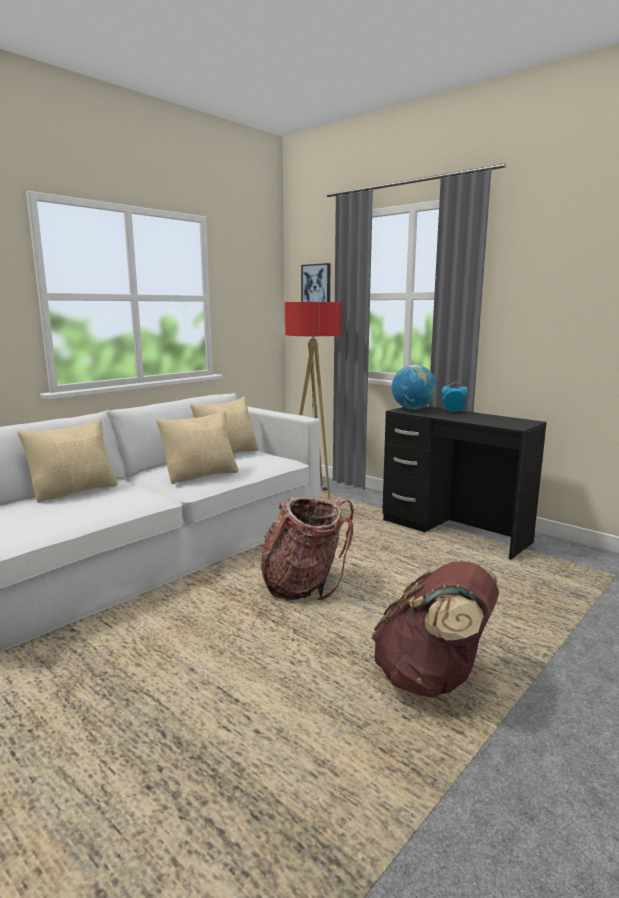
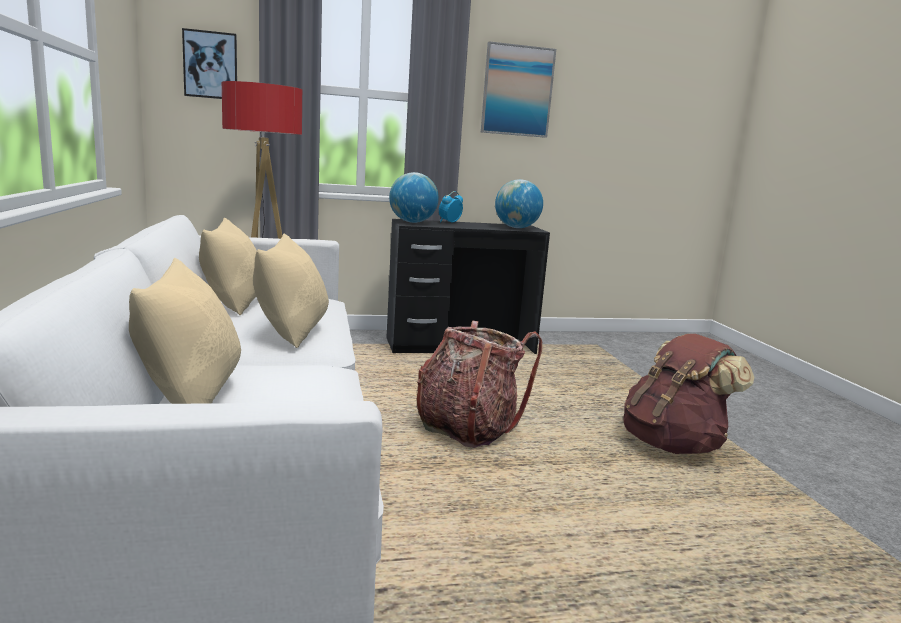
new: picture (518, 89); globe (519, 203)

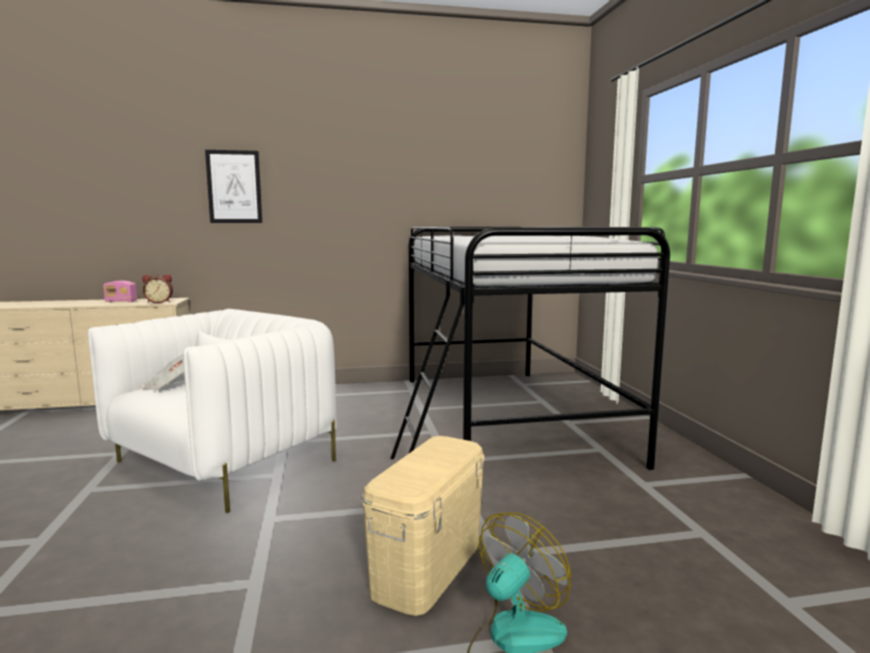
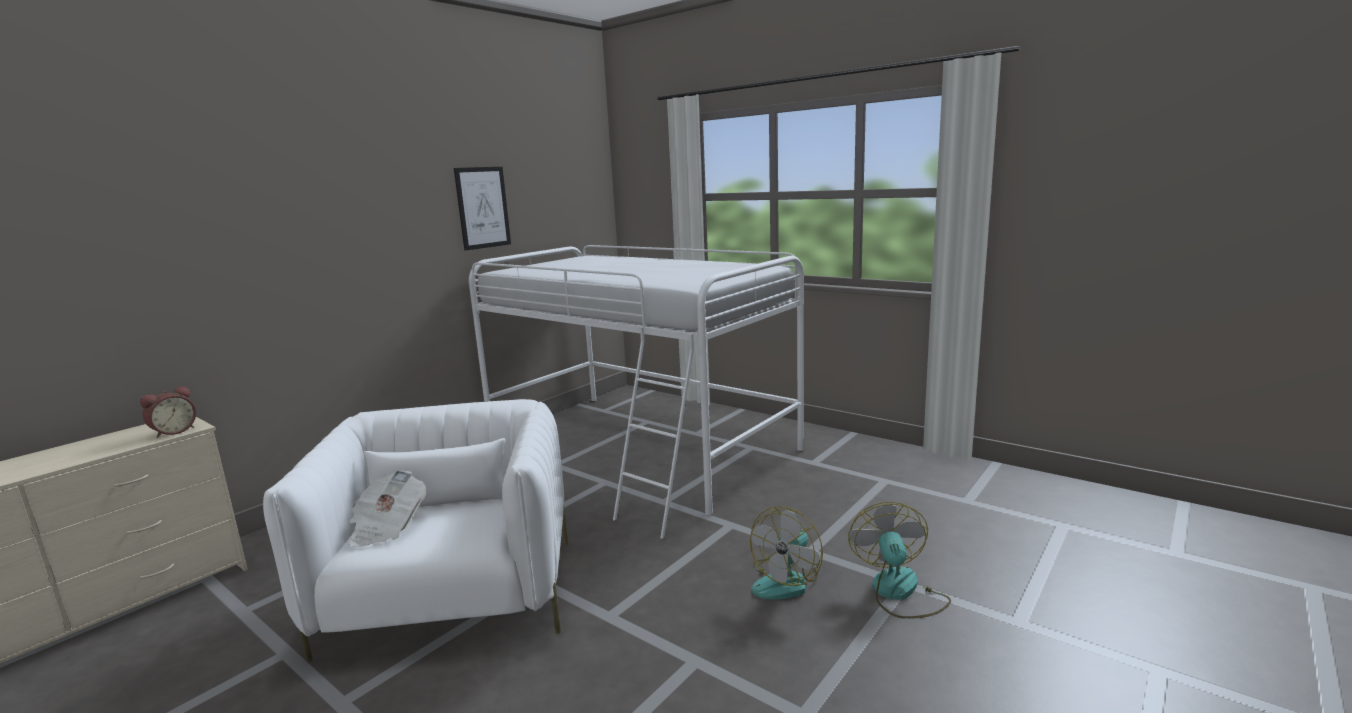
gone: radio (120, 291)
shifted: picture (233, 186) to (482, 209)
swapped: beige storage box (423, 526) to fan (786, 552)
repainted: black bed (530, 348) to white bed (636, 392)

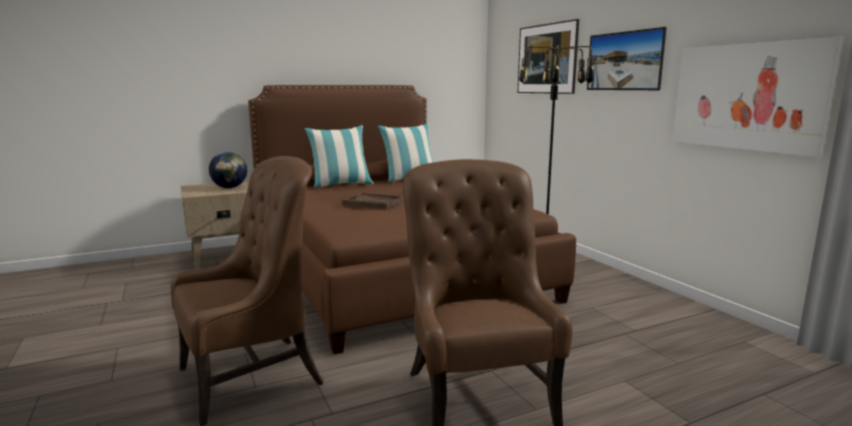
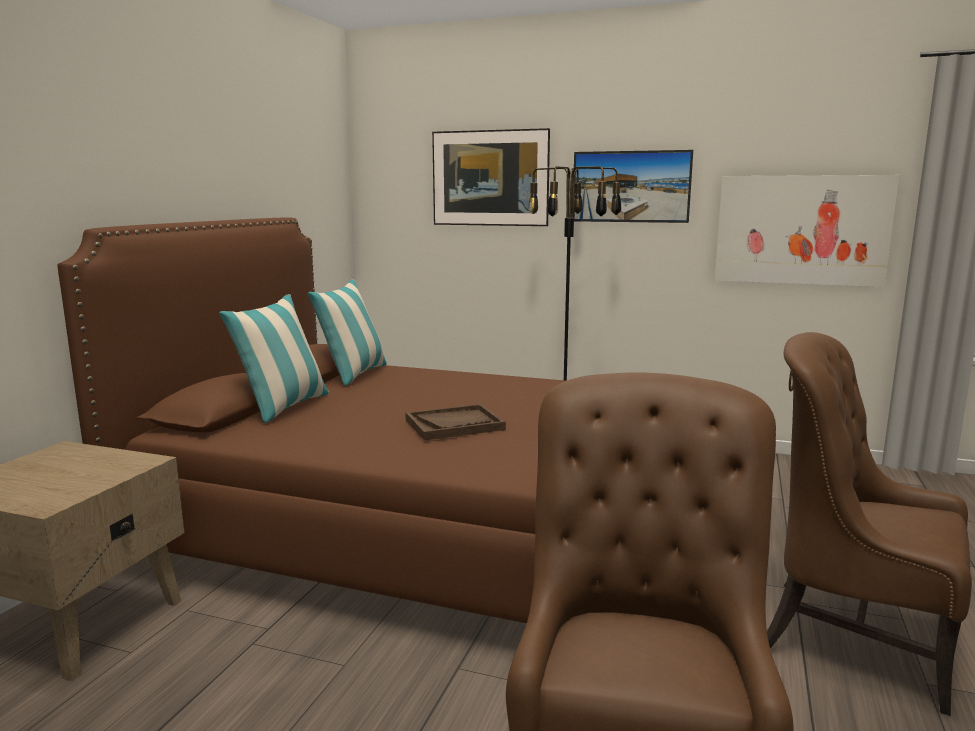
gone: globe (228, 170)

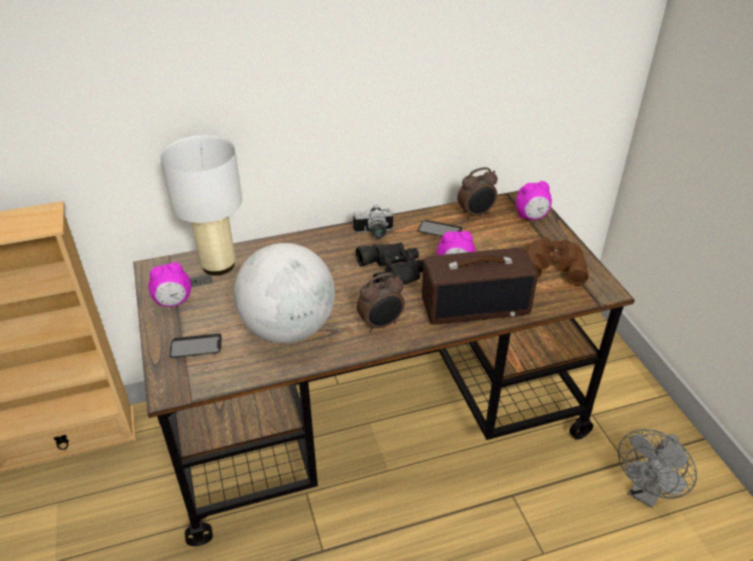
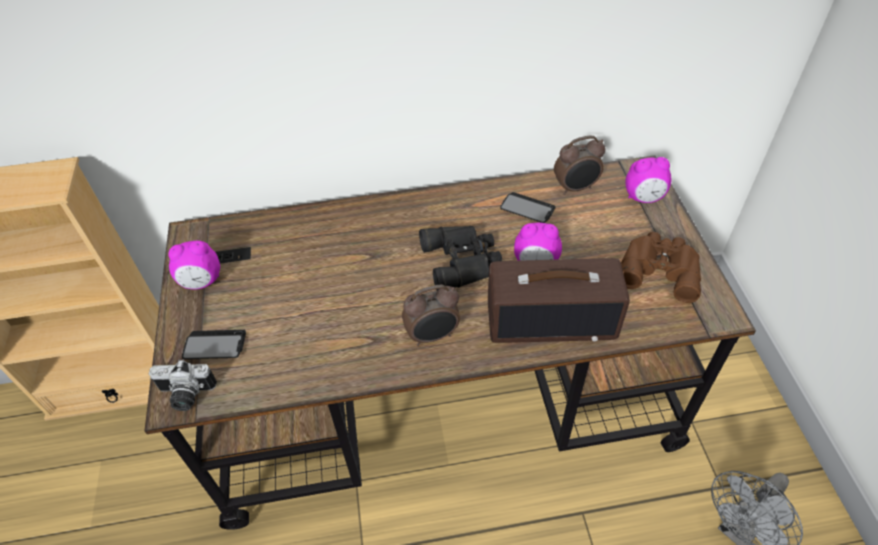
gone: white table lamp (201, 205); globe (284, 293)
shifted: photo camera (373, 222) to (183, 385)

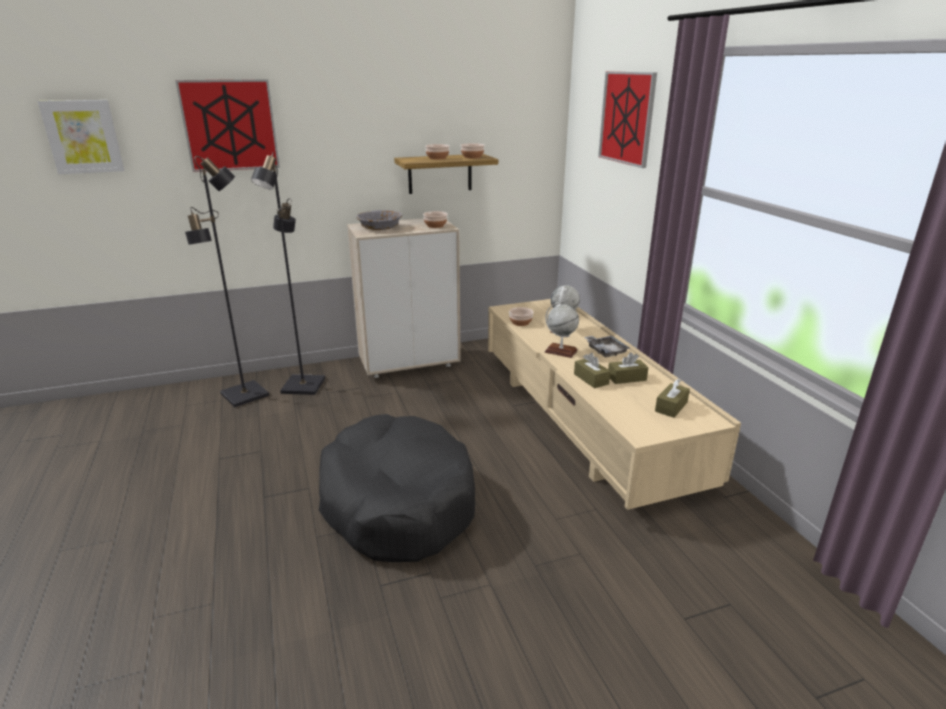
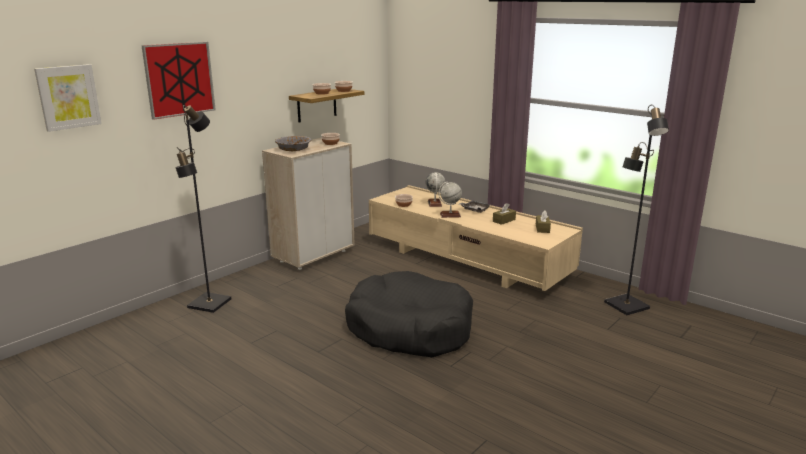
gone: brown tissue box (592, 370); picture (627, 120)
shifted: black floor lamp (288, 273) to (636, 210)

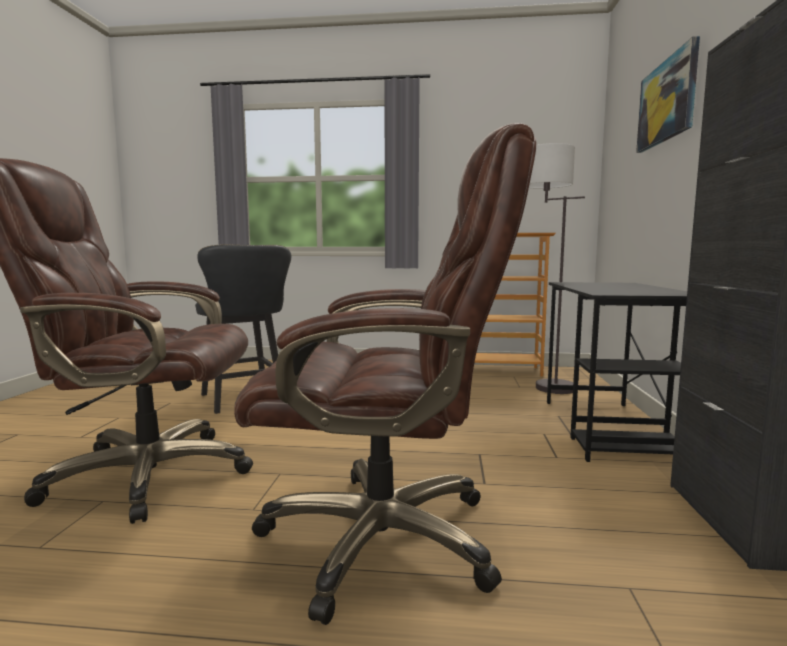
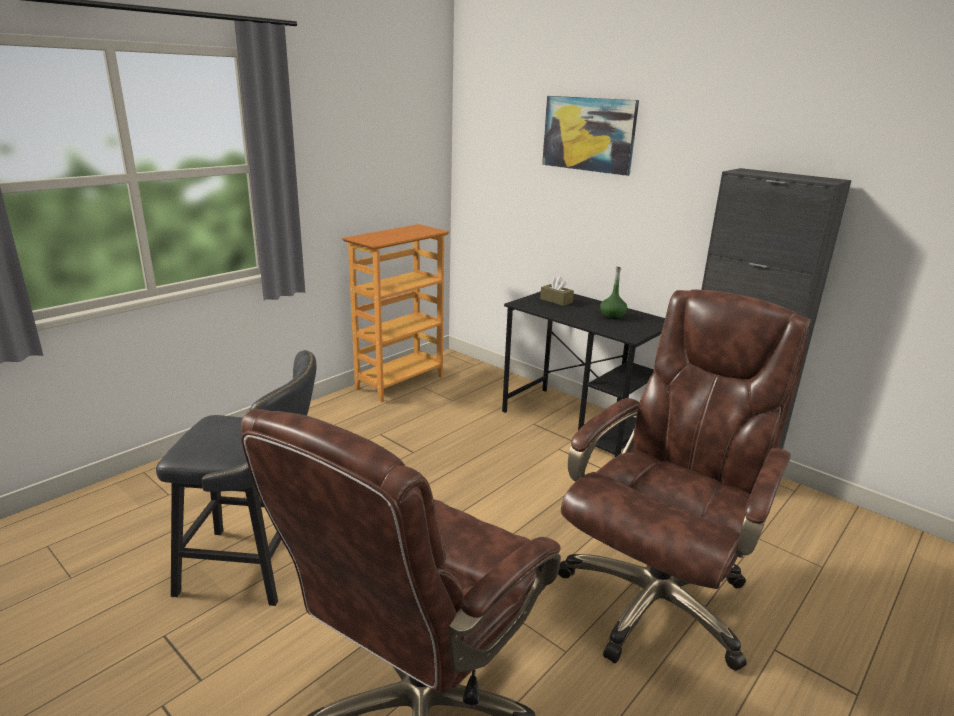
gone: white floor lamp (557, 268)
new: brown tissue box (557, 291); green bottle (613, 292)

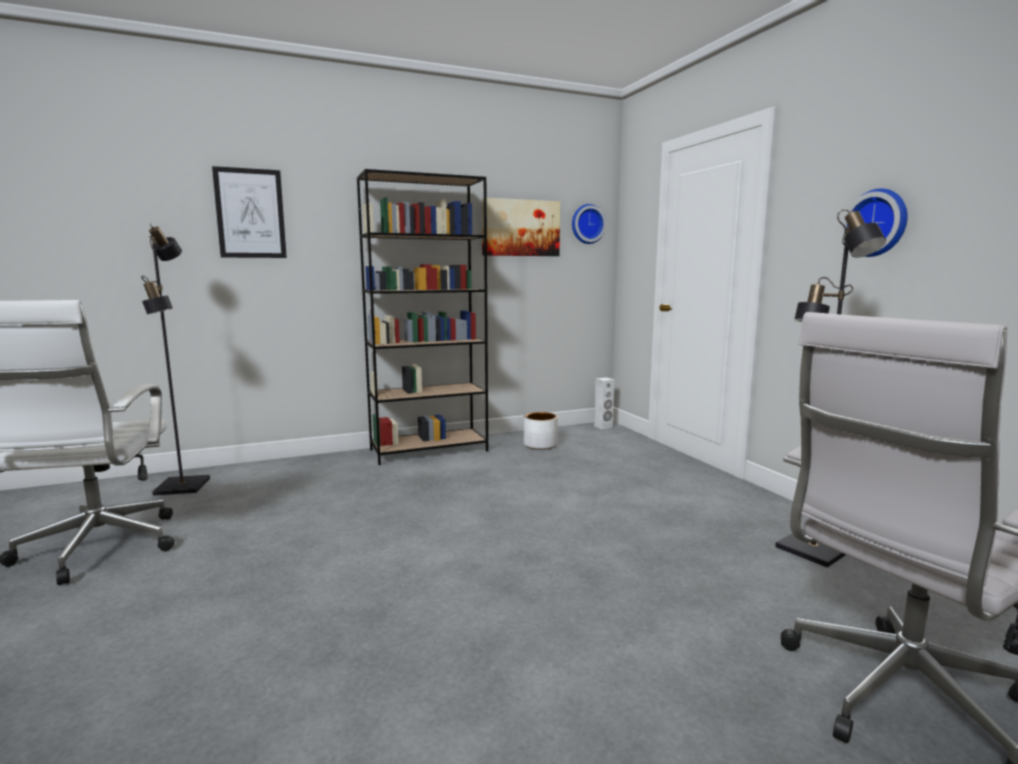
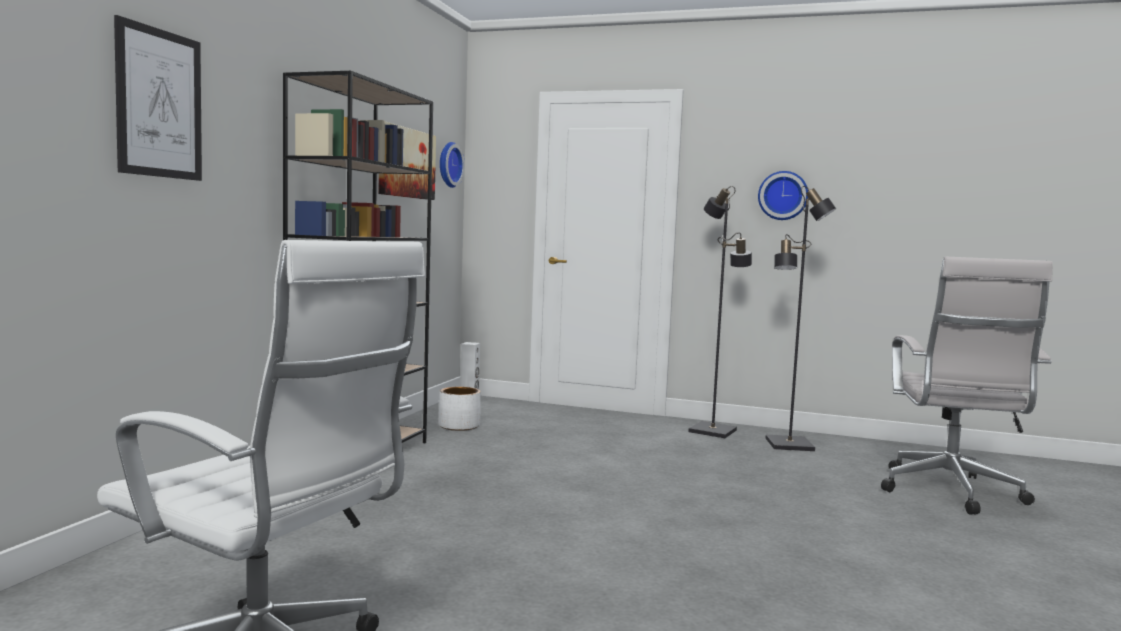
shifted: black floor lamp (176, 359) to (720, 312)

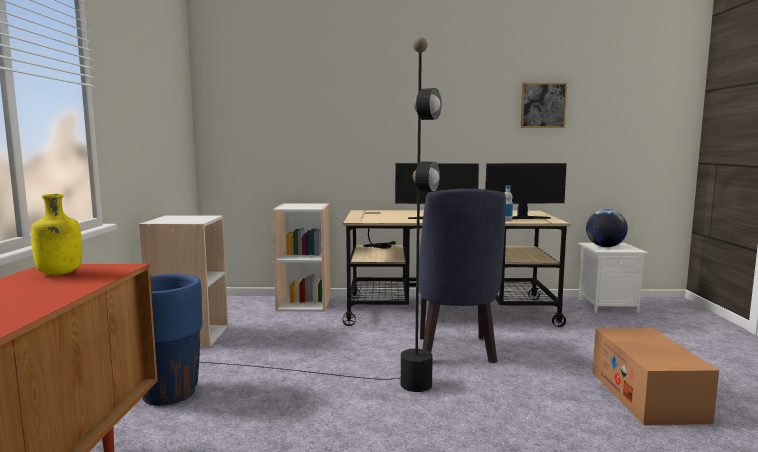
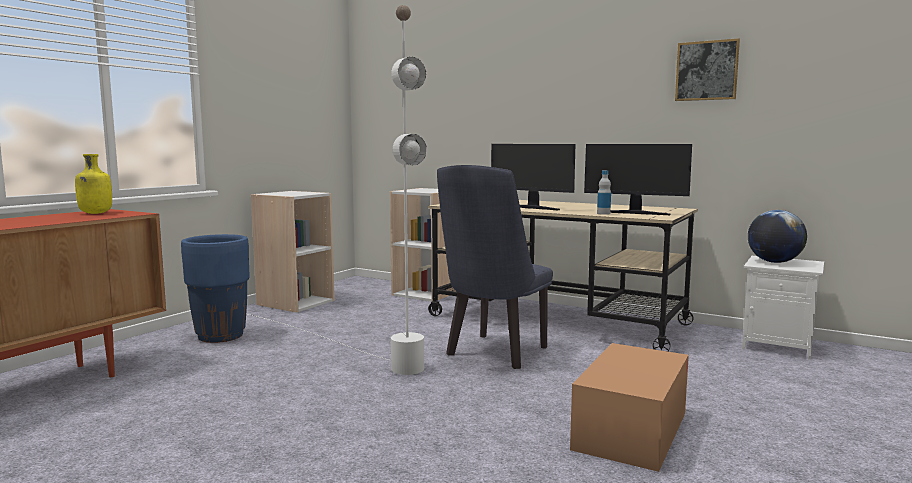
repainted: black floor lamp (320, 214) to white floor lamp (337, 190)

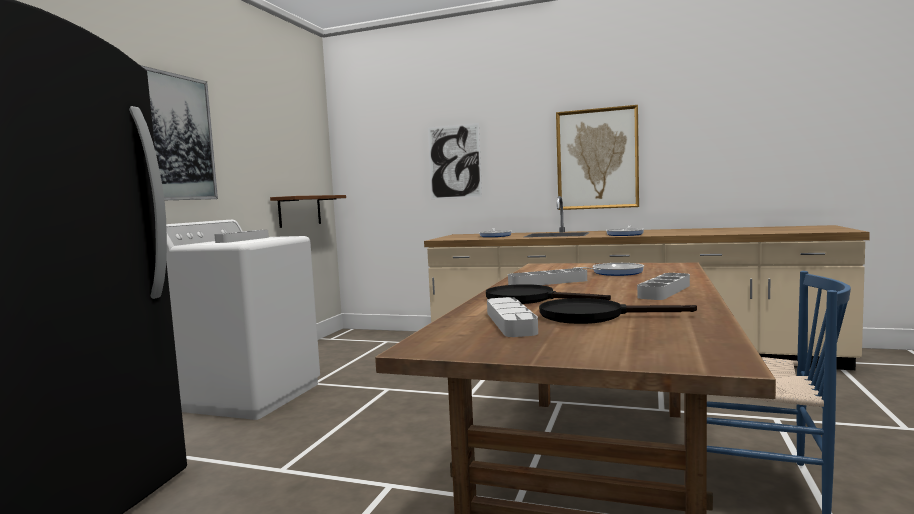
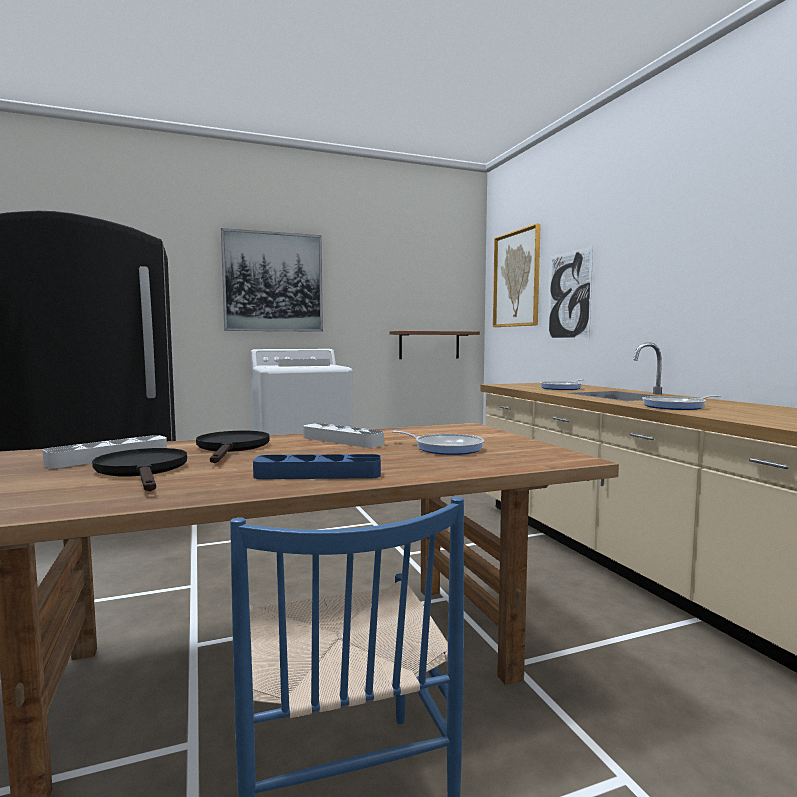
shifted: picture (597, 157) to (517, 275)
repainted: grey tray (663, 286) to blue tray (317, 466)

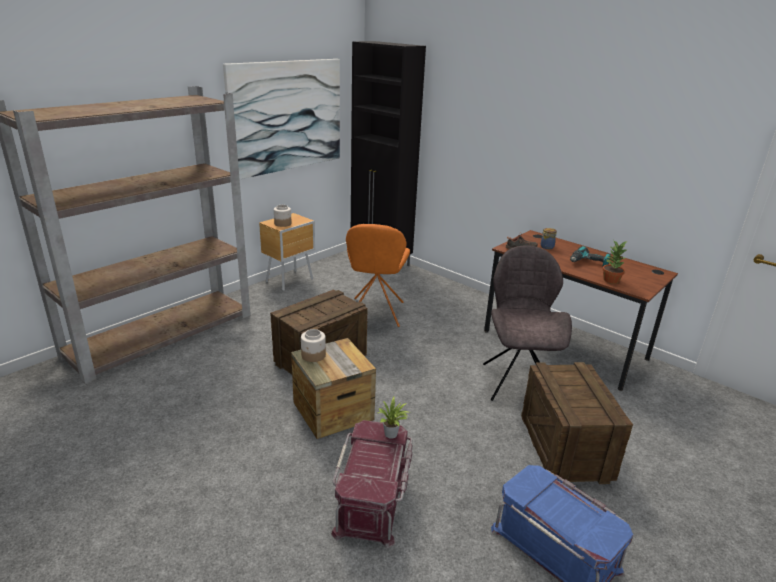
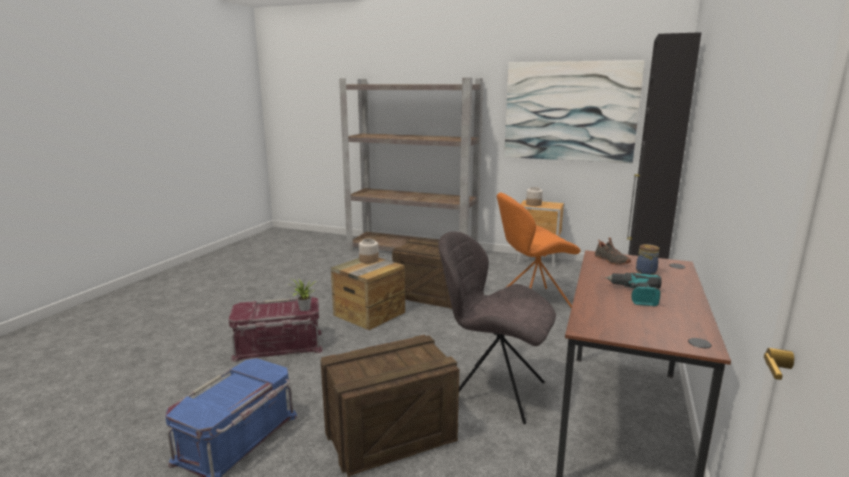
gone: potted plant (615, 262)
rotated: grey chair (527, 323) = (497, 327) 135 degrees counterclockwise

